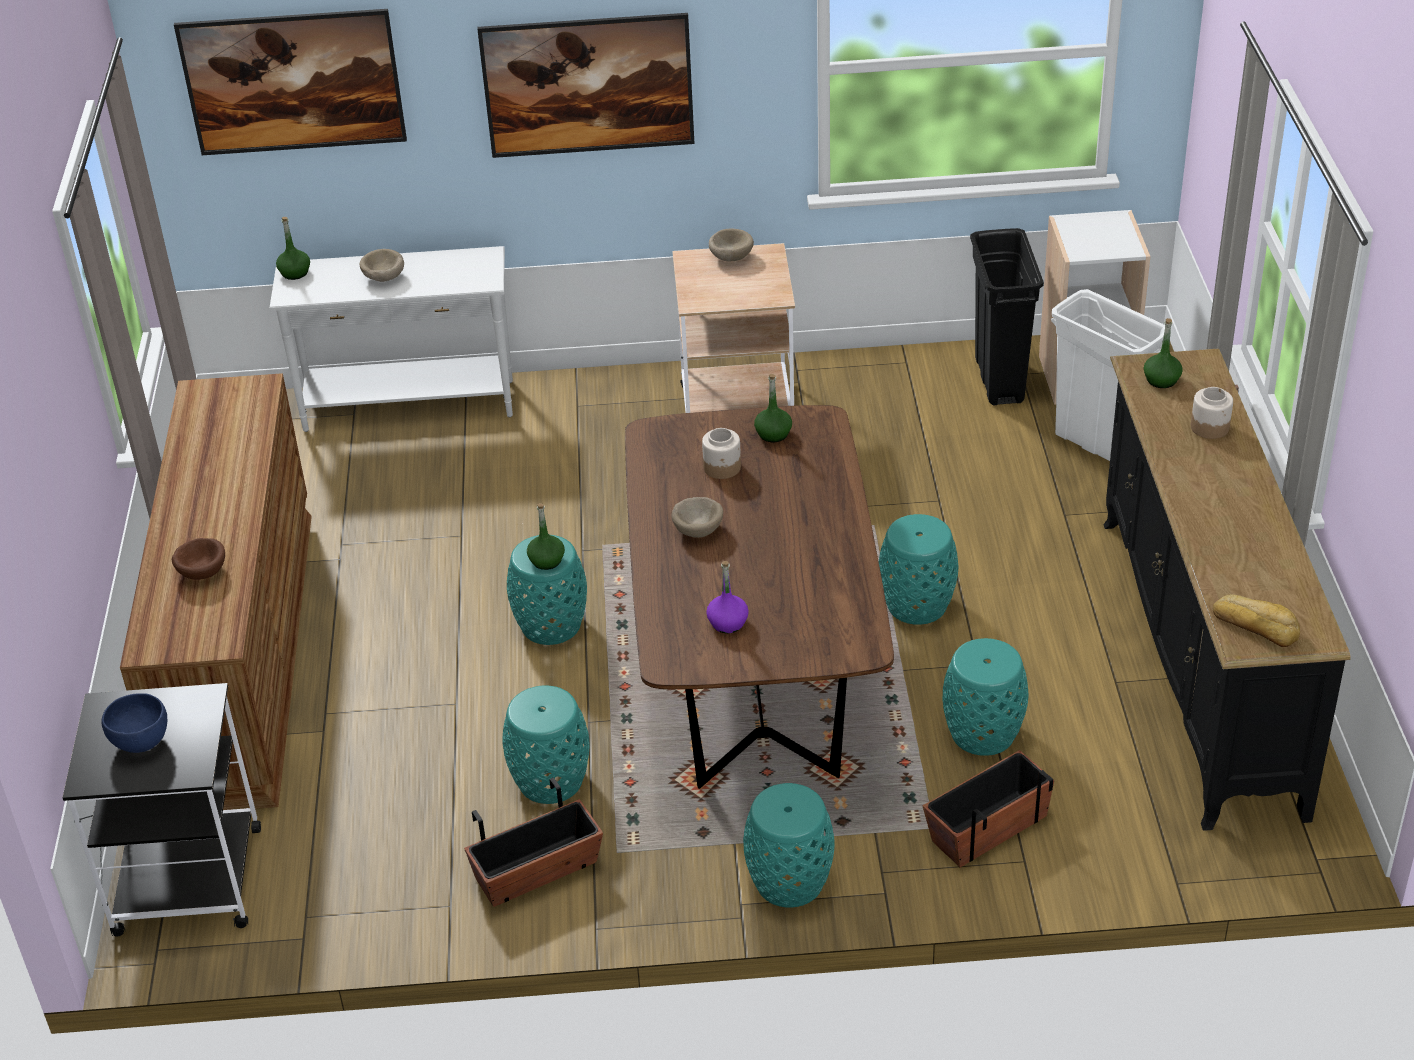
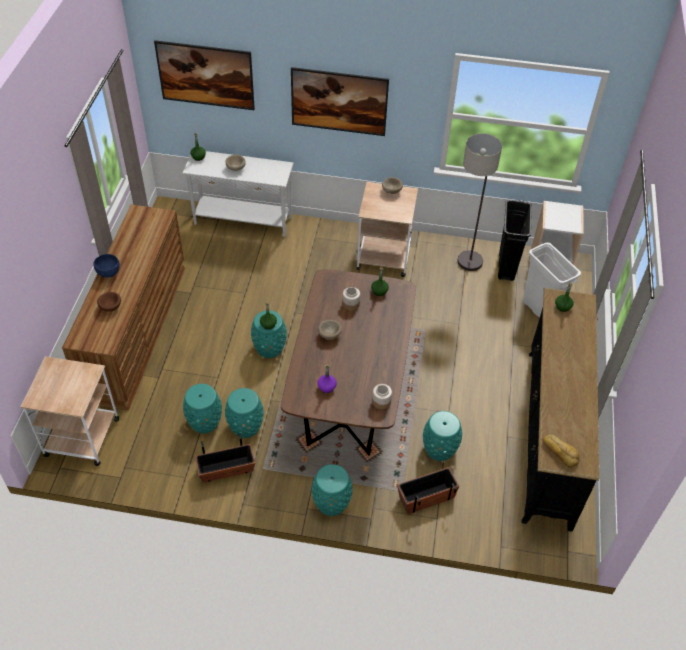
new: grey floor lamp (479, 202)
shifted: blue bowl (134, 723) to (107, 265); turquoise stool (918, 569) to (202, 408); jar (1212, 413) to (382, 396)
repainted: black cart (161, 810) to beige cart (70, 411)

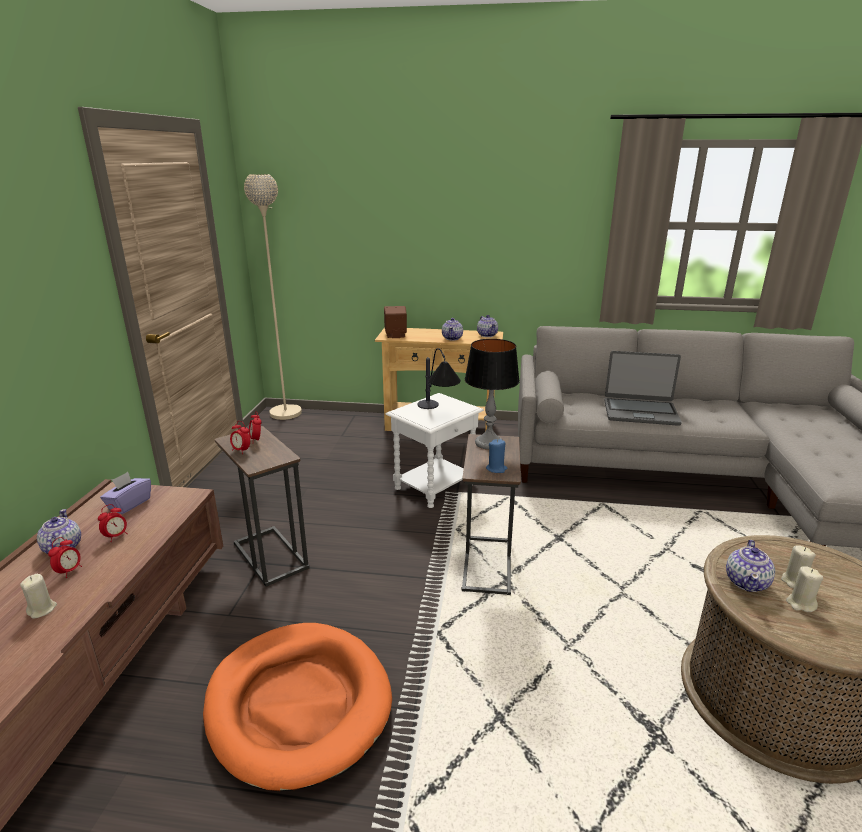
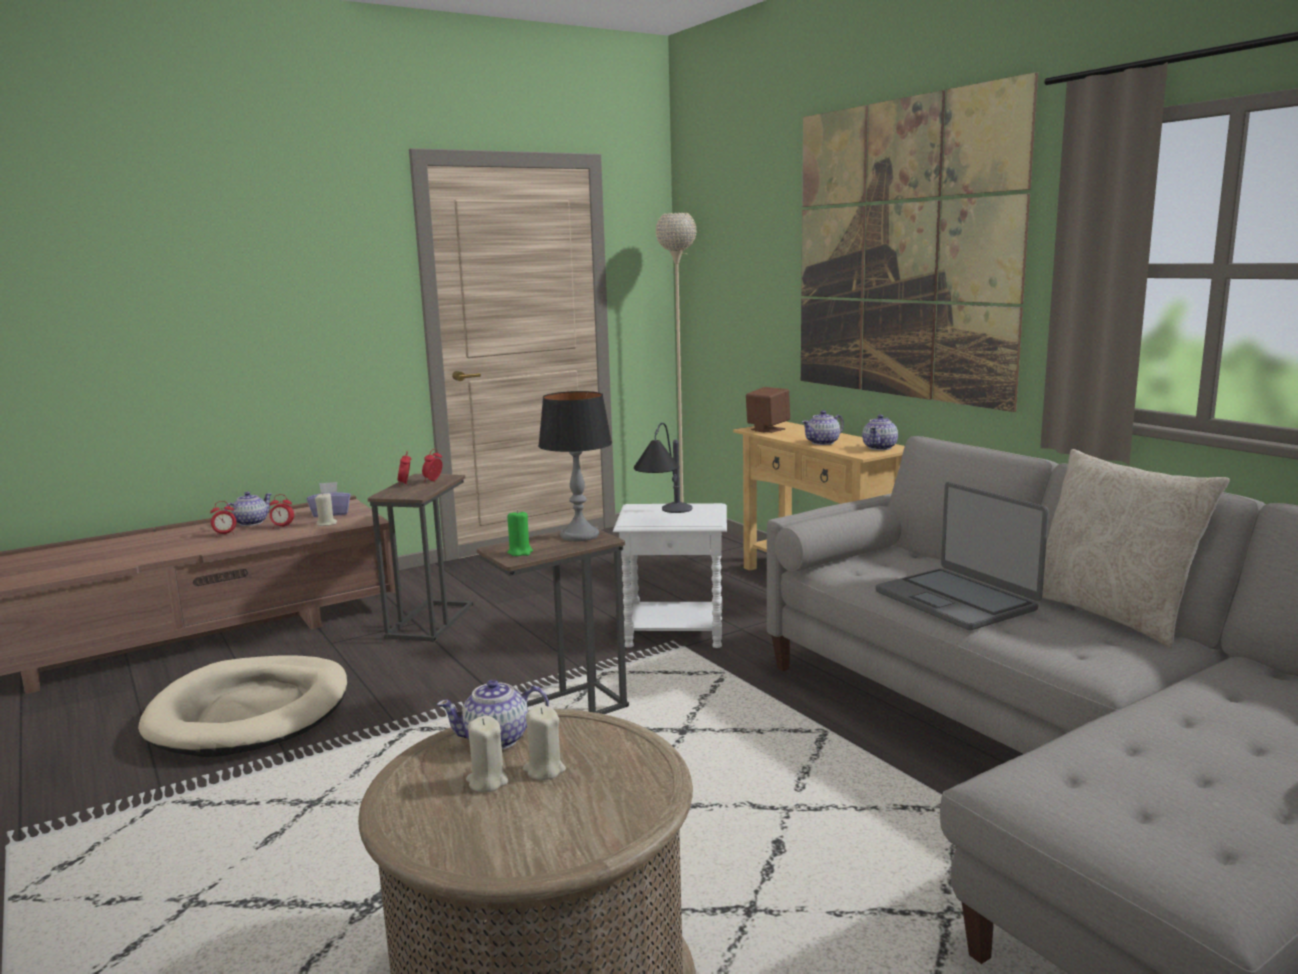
new: picture (919, 242); beige pillow (1136, 548)
shifted: beige candle (38, 596) to (326, 509)
repainted: orange dog bed (297, 707) to beige dog bed (242, 706); blue candle (496, 456) to green candle (520, 532)

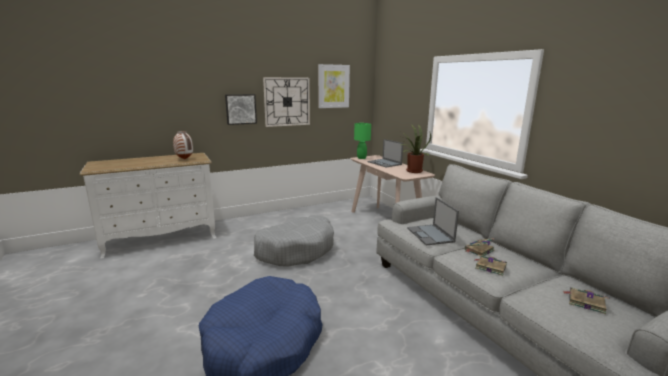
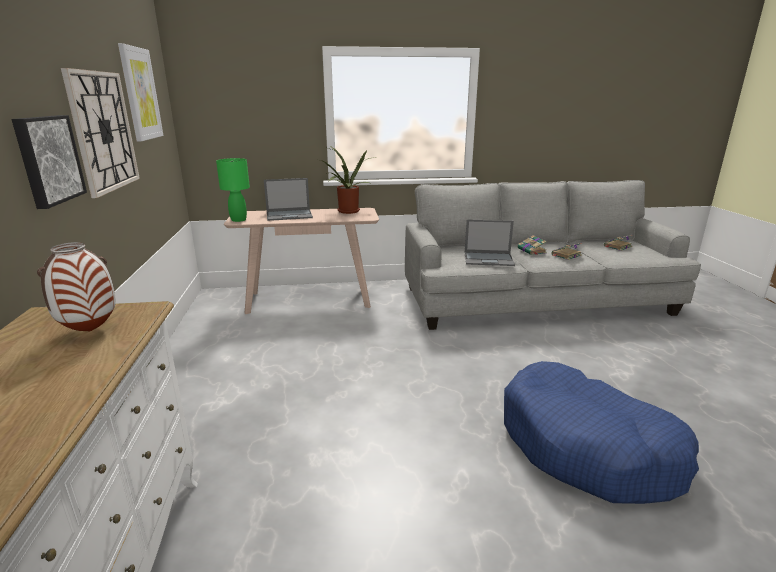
gone: grey dog bed (294, 241)

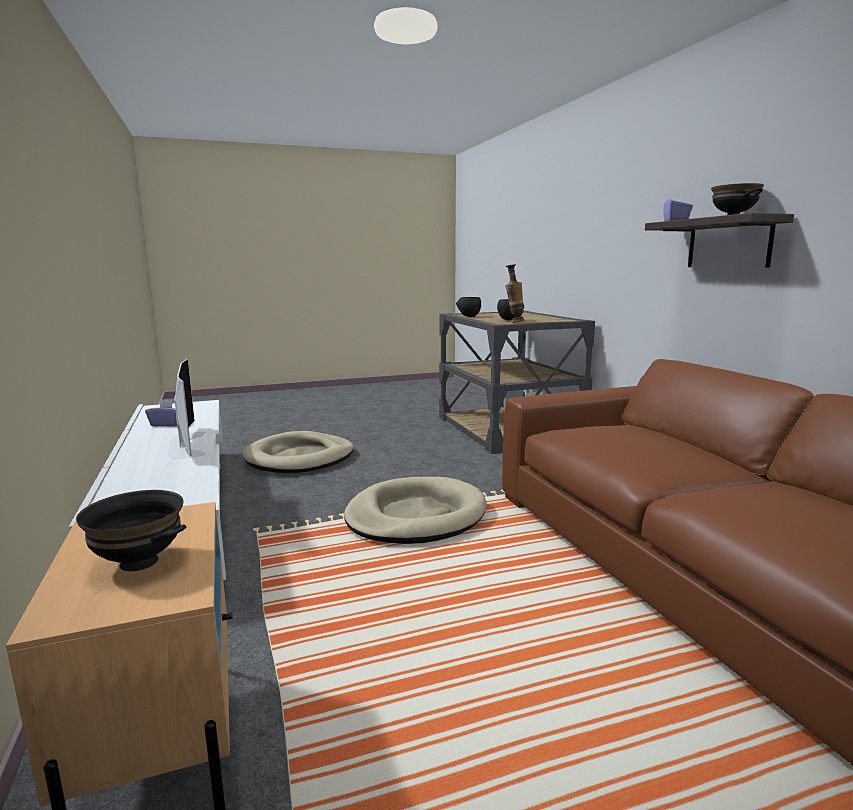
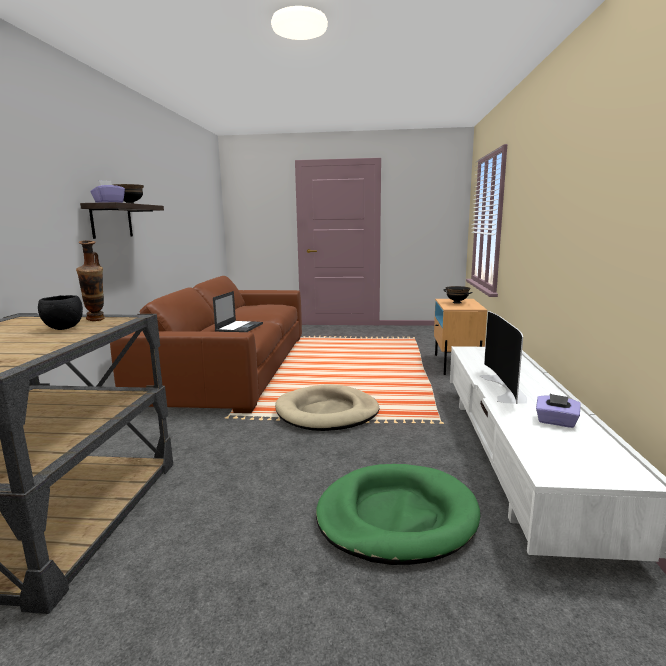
gone: black bowl (468, 307)
new: laptop (238, 311)
repainted: beige dog bed (298, 452) to green dog bed (398, 514)

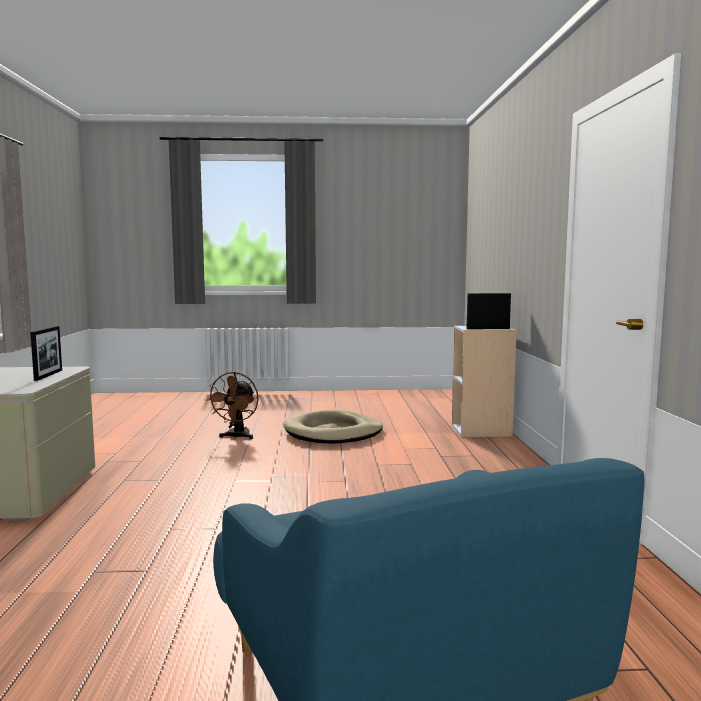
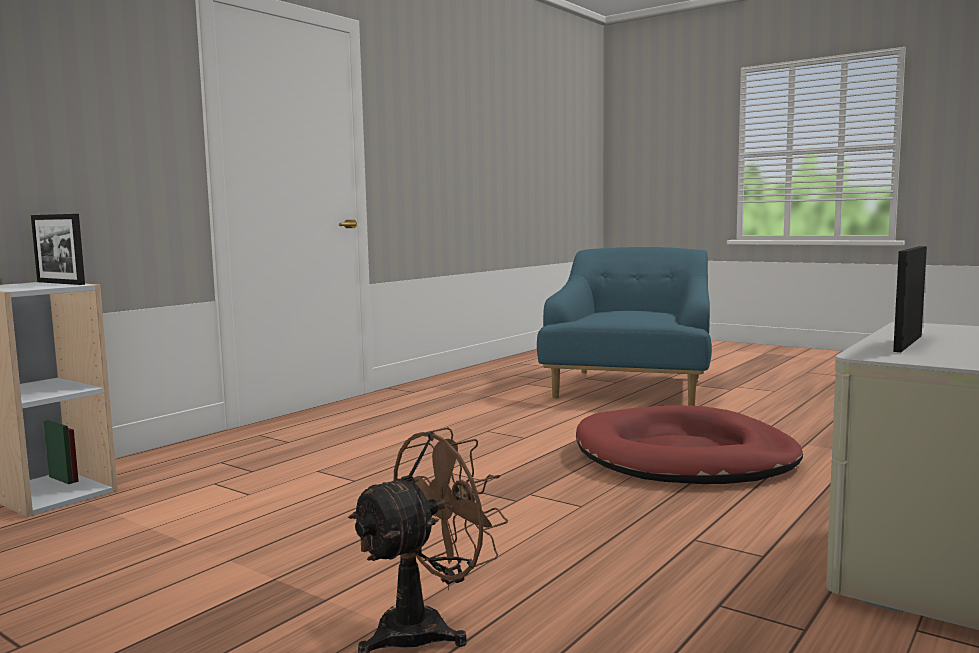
gone: beige dog bed (333, 426)
new: red dog bed (689, 444)

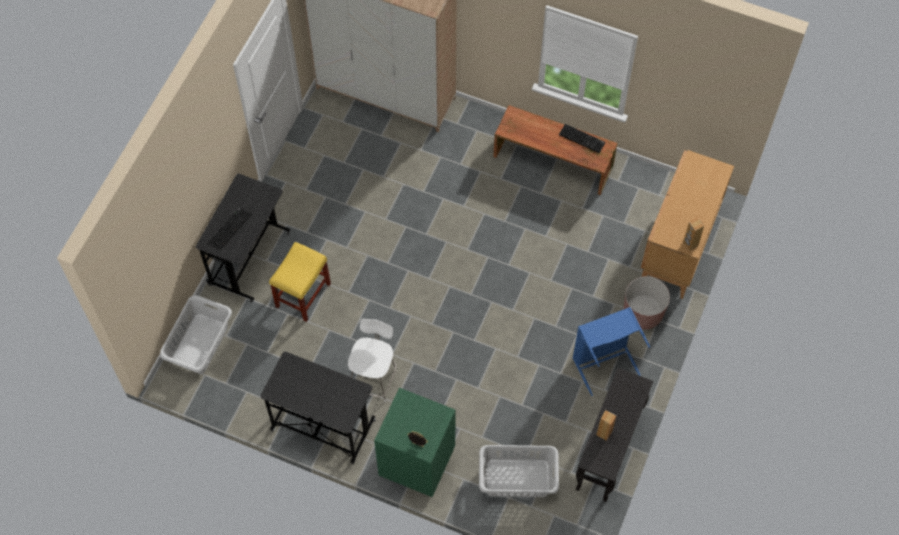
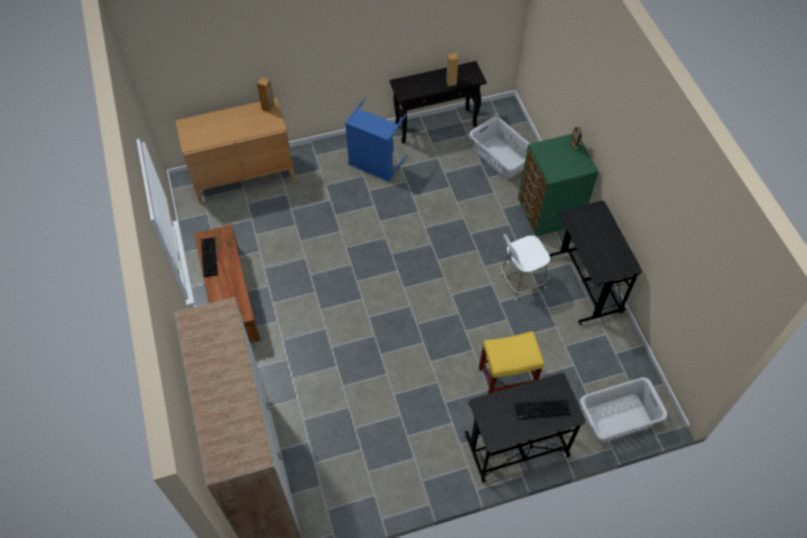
gone: brown planter (646, 302)

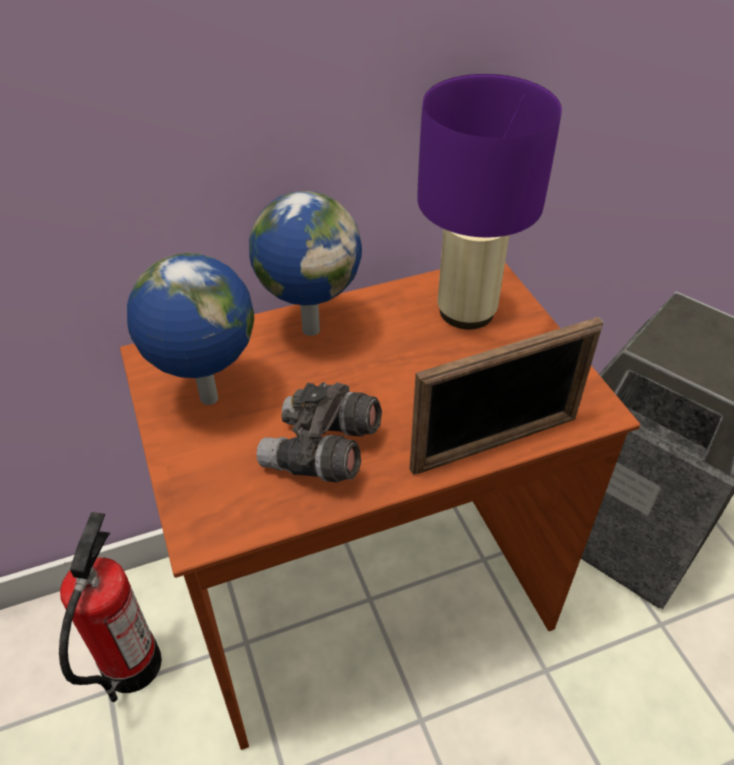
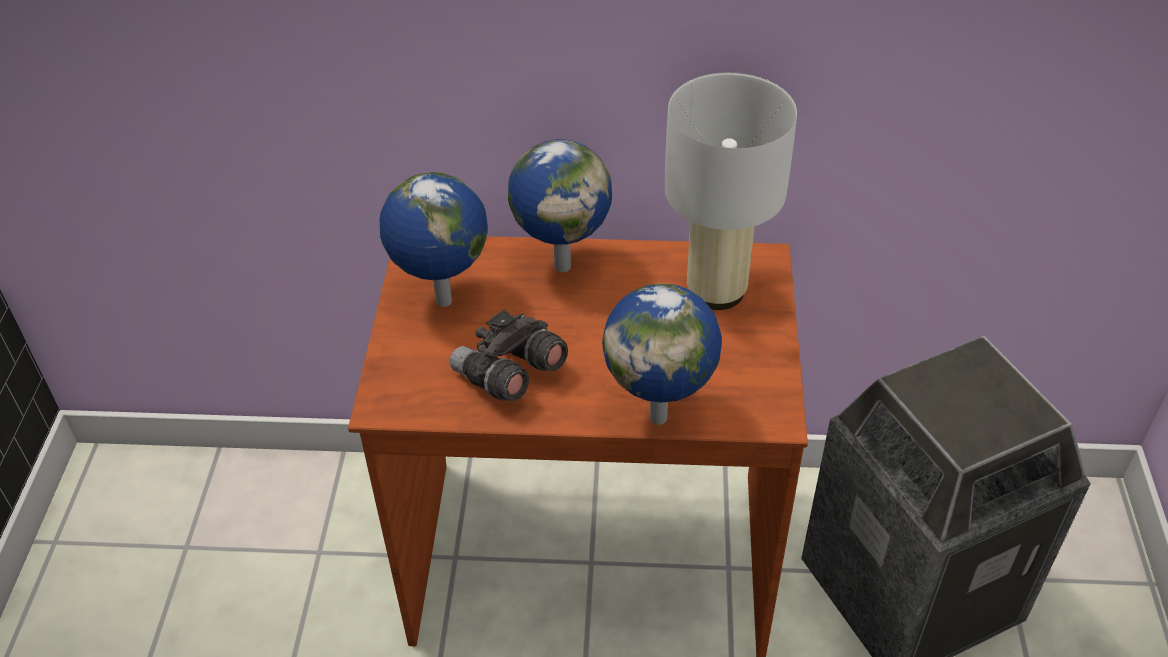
gone: fire extinguisher (110, 607)
swapped: picture frame (506, 396) to globe (662, 354)
repainted: purple table lamp (490, 201) to white table lamp (731, 191)

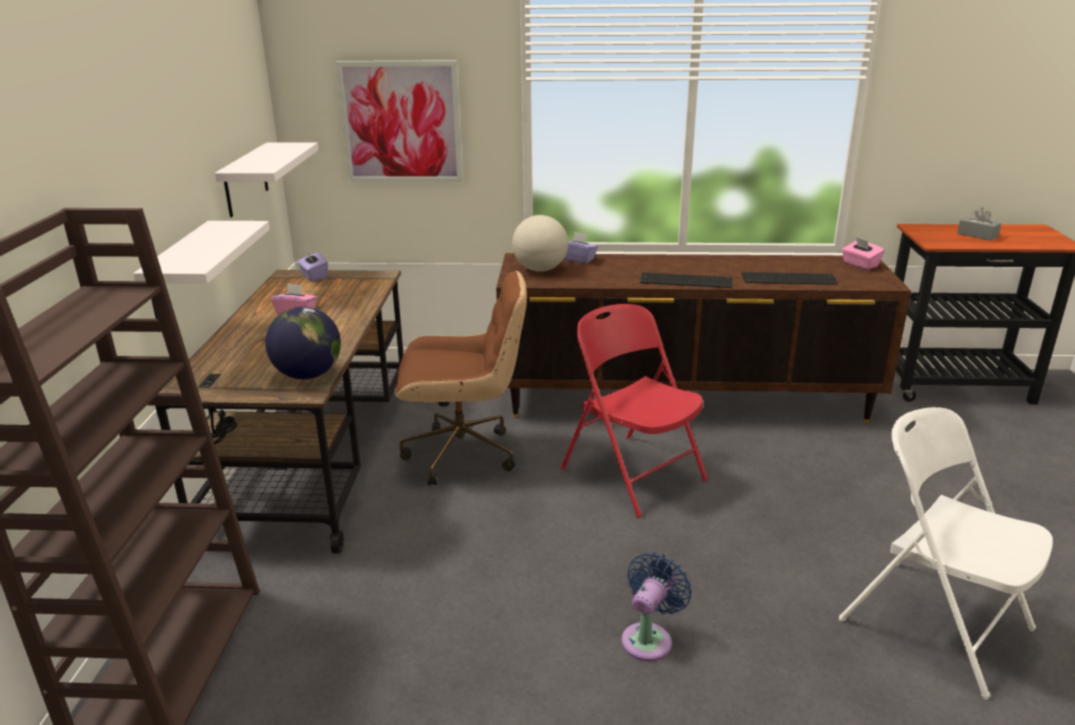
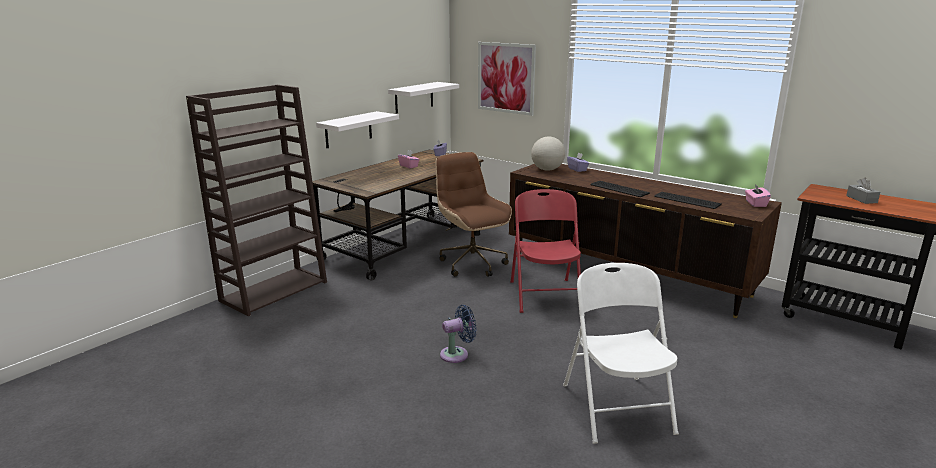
gone: globe (303, 343)
rotated: brown office chair (461, 378) = (473, 214) 150 degrees counterclockwise

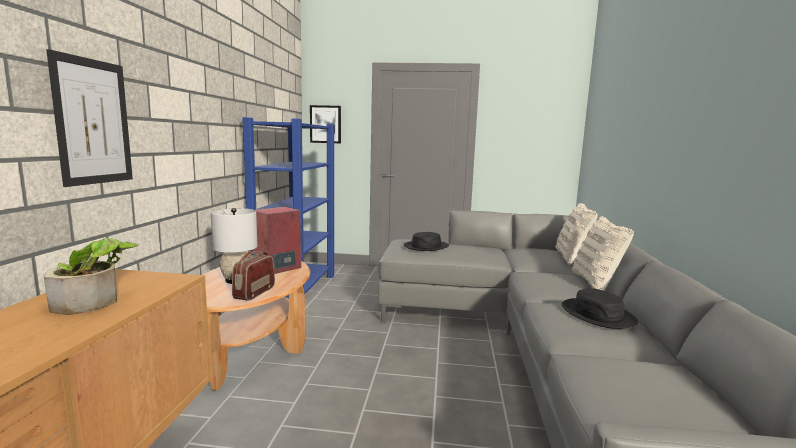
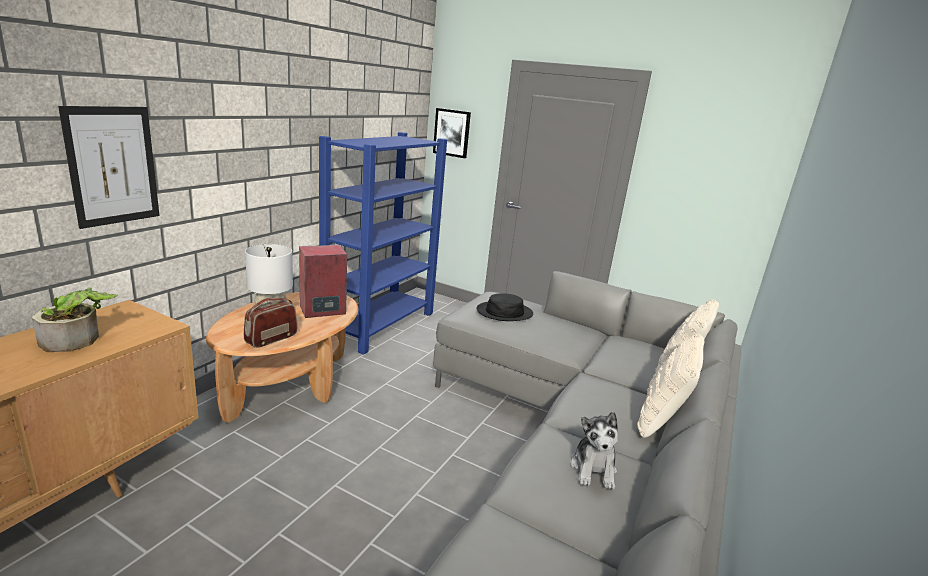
swapped: black hat (600, 308) to plush toy (594, 450)

